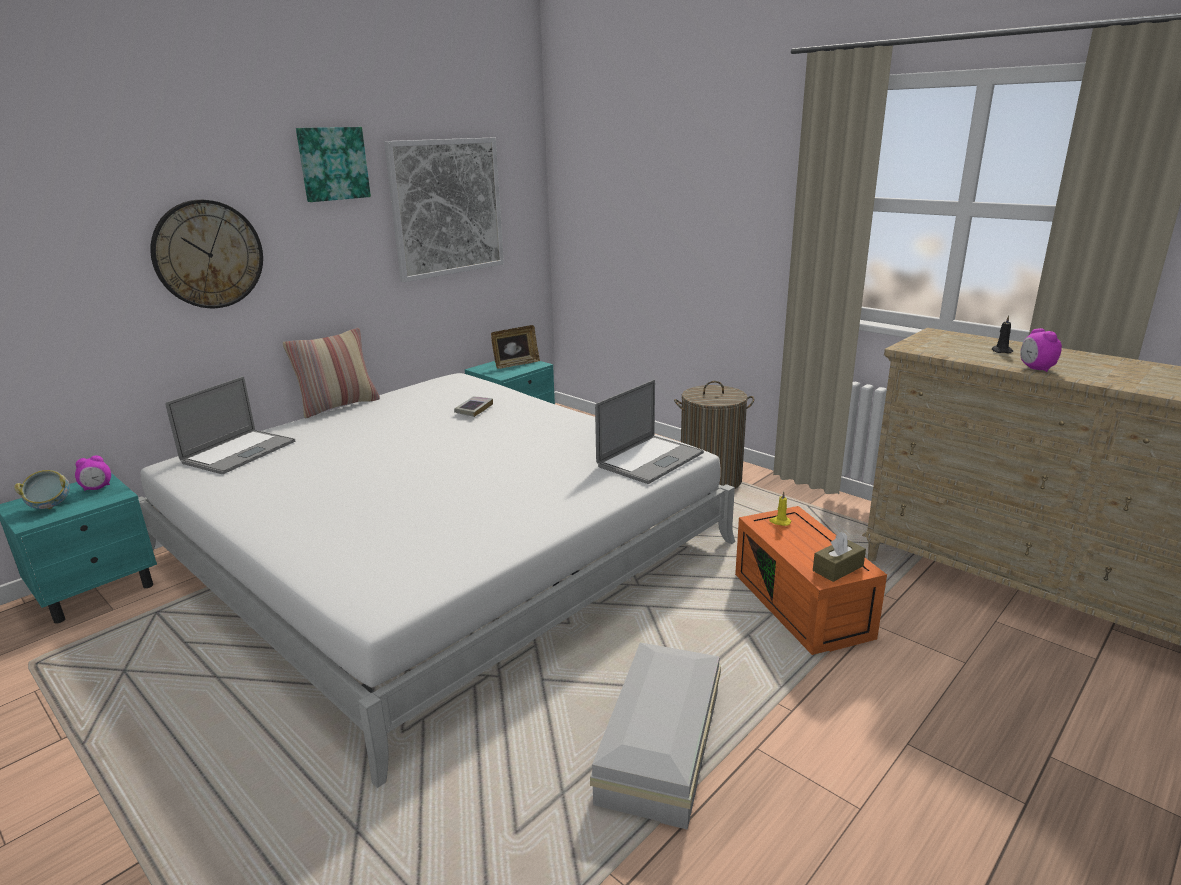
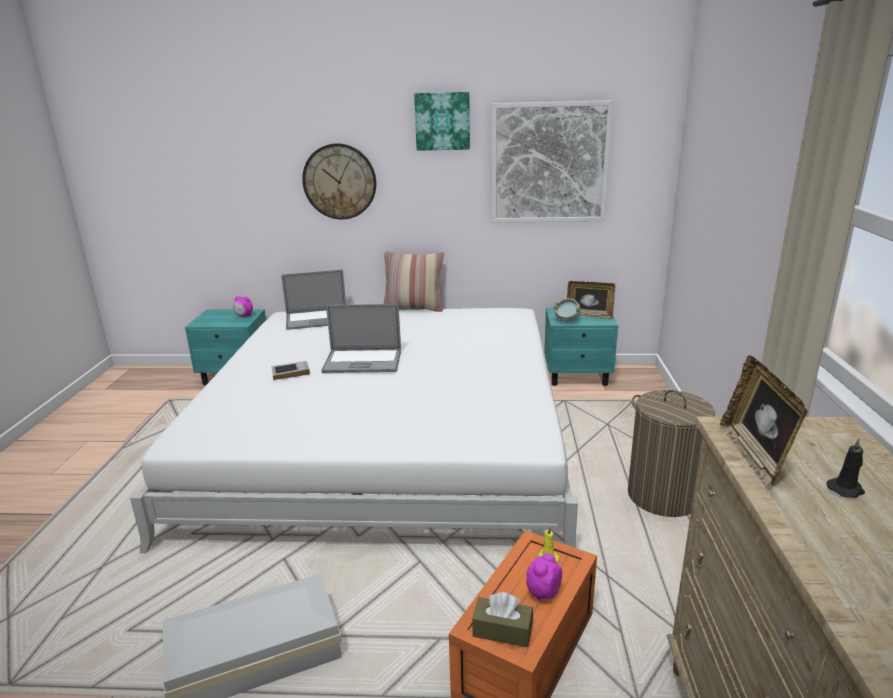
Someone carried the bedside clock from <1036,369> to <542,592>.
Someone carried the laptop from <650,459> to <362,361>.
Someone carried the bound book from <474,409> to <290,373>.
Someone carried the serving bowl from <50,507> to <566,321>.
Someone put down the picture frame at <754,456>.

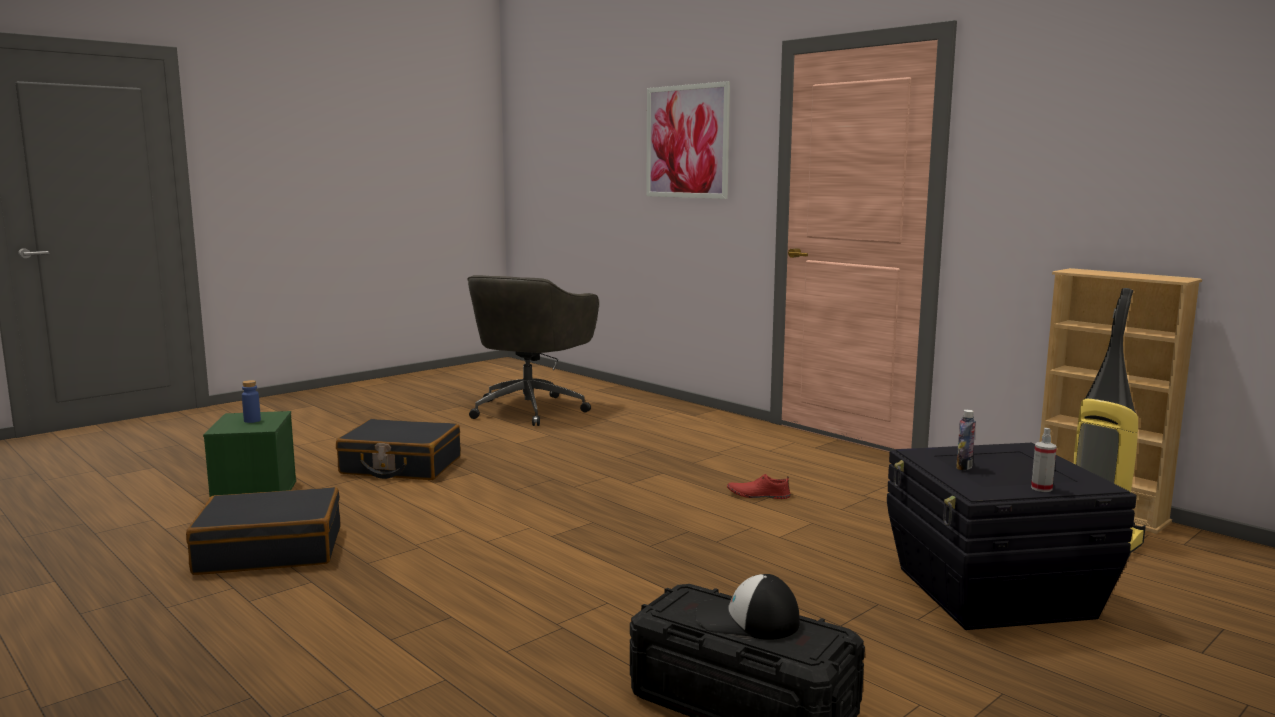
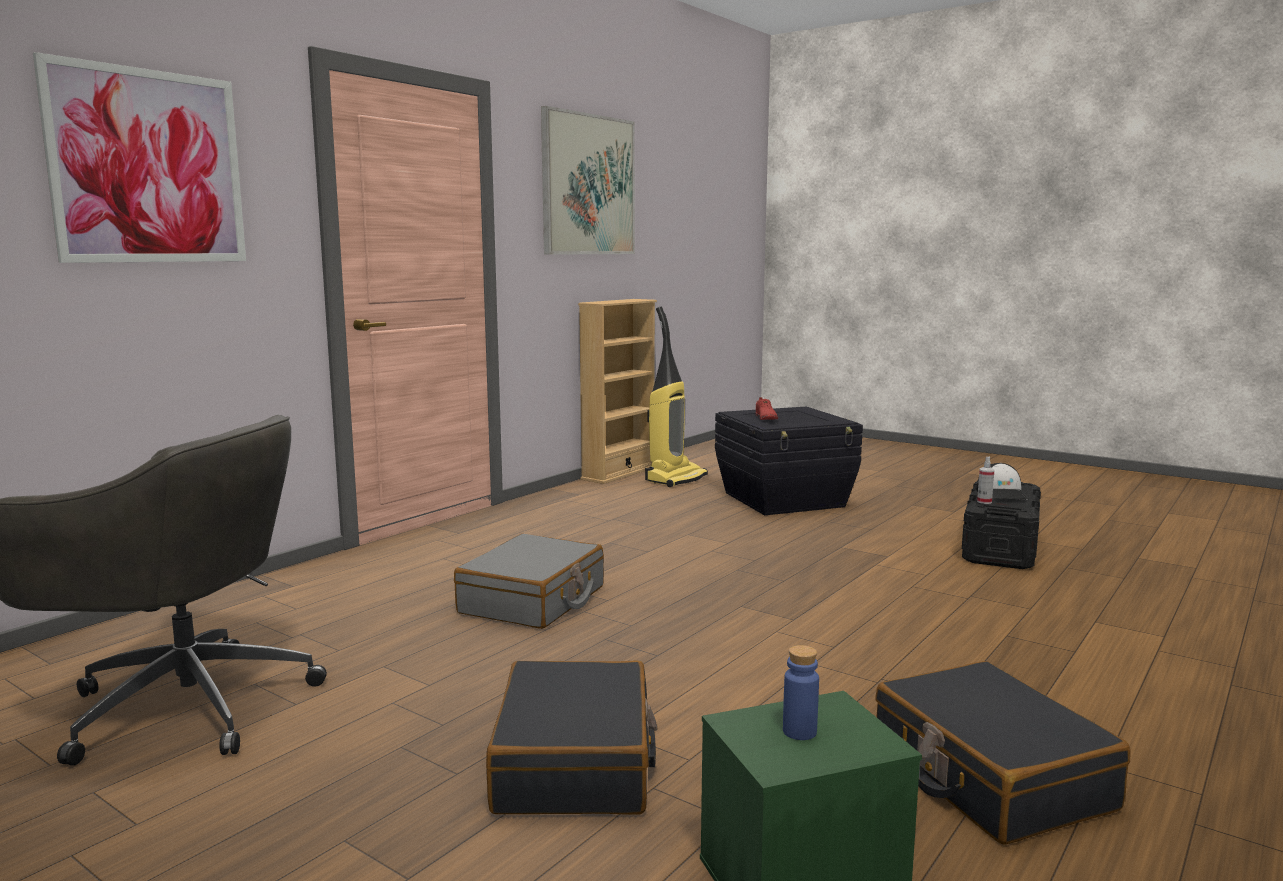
Someone took away the bottle at <964,467>.
Someone carried the spray bottle from <1041,488> to <984,502>.
Someone carried the shoe (red) from <758,495> to <765,418>.
Someone put up the picture at <588,185>.
Someone put down the travel case (greyish) at <533,600>.

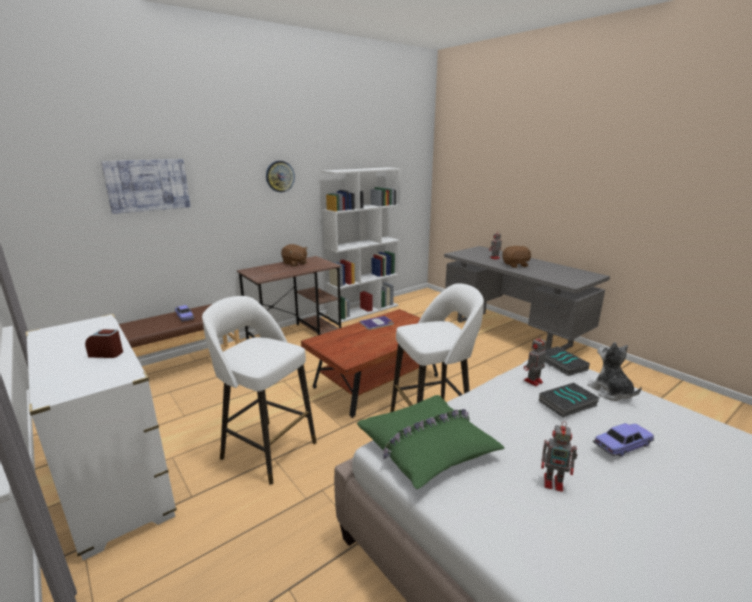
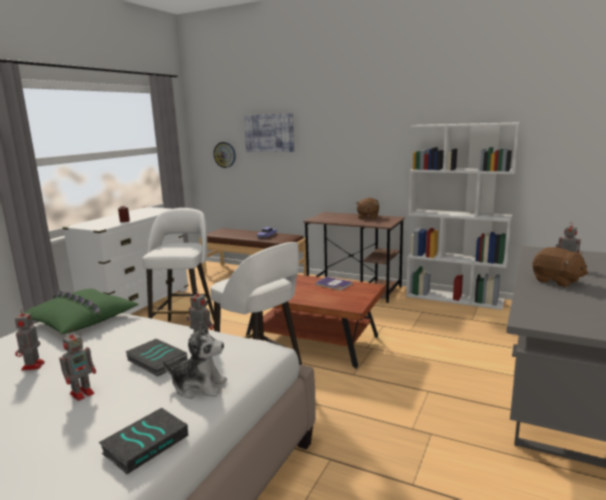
Someone carried the wall clock from <280,176> to <225,154>.
Someone rotated the soft toy at <610,392> by 60 degrees clockwise.
Someone carried the bound book from <561,364> to <146,443>.
Someone swapped the toy car at <622,445> for the toy robot at <83,393>.

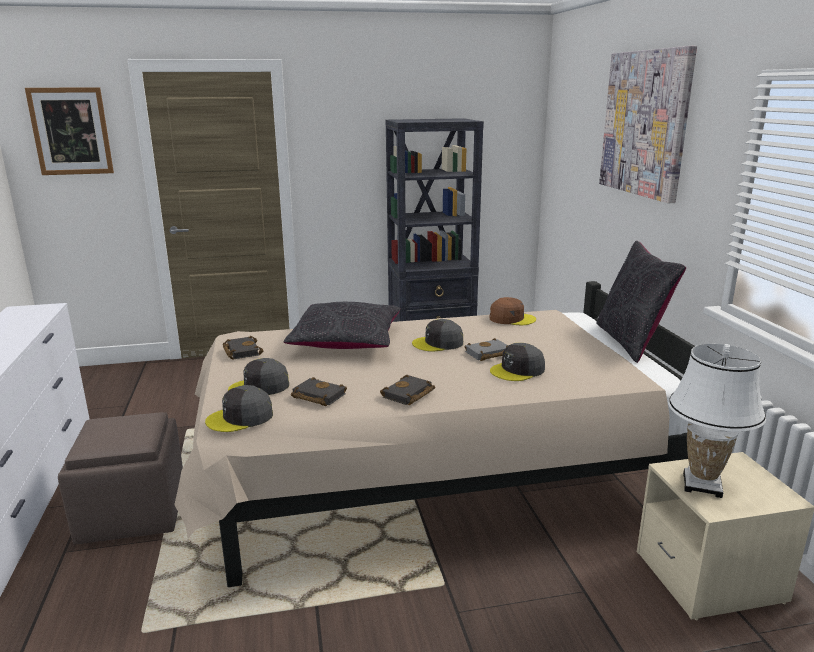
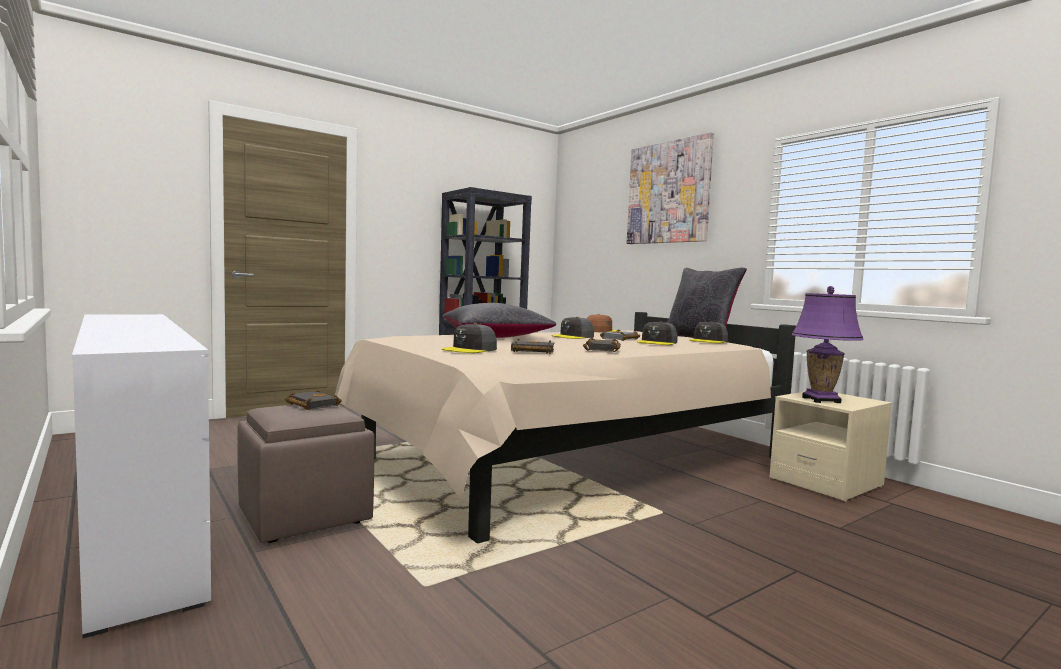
Someone took away the picture at <71,131>.
Someone carried the bound book (blackish) from <241,351> to <310,404>.
Someone repainted the lamp for a table (white) at <702,485>, which became the lamp for a table (purple) at <820,400>.
Someone carried the peaked cap (greyish) from <240,417> to <708,341>.

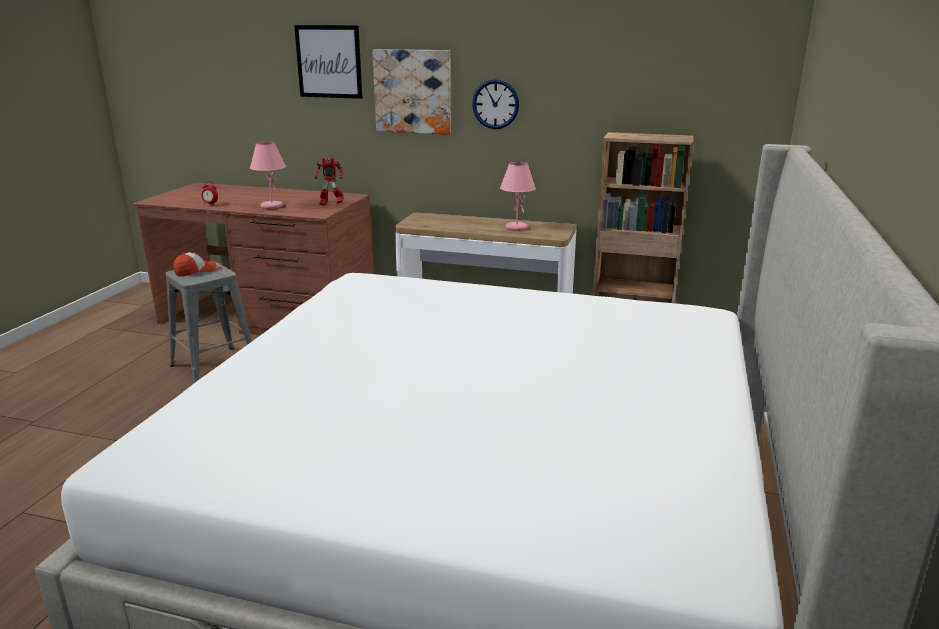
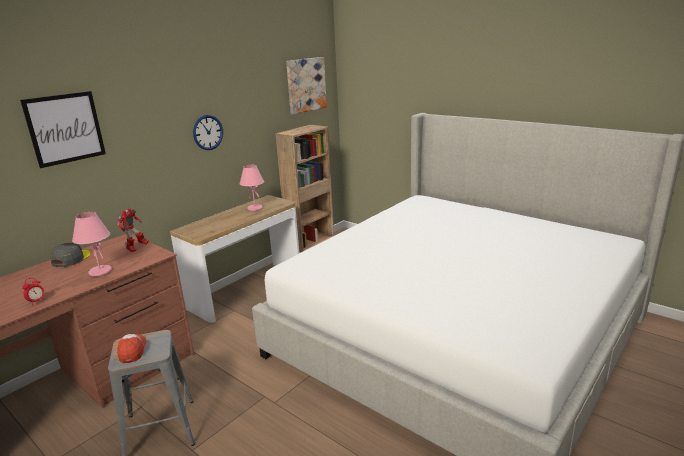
Someone carried the picture from <413,91> to <306,85>.
Someone put down the peaked cap (greyish) at <71,259>.

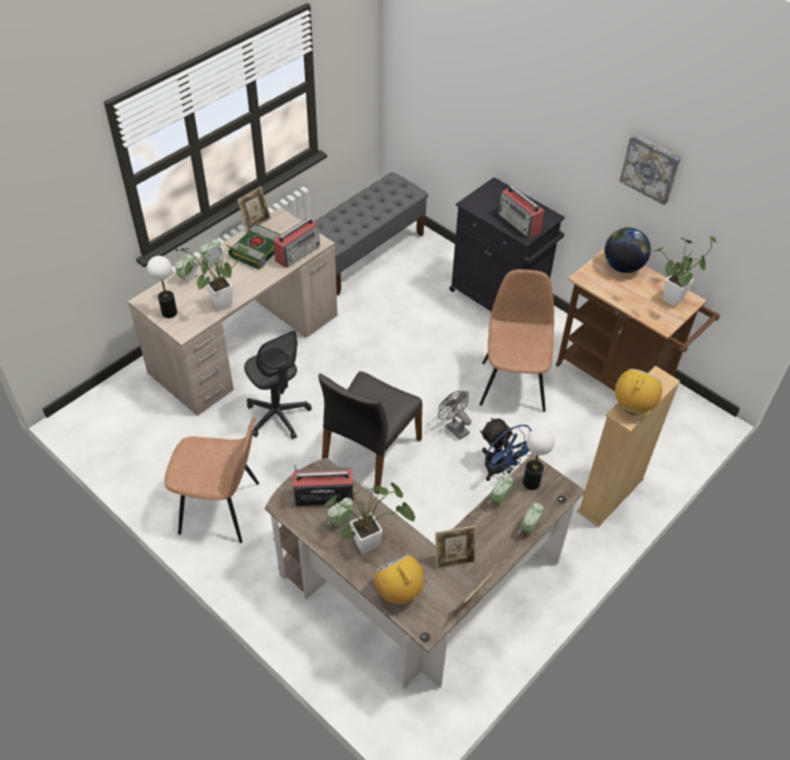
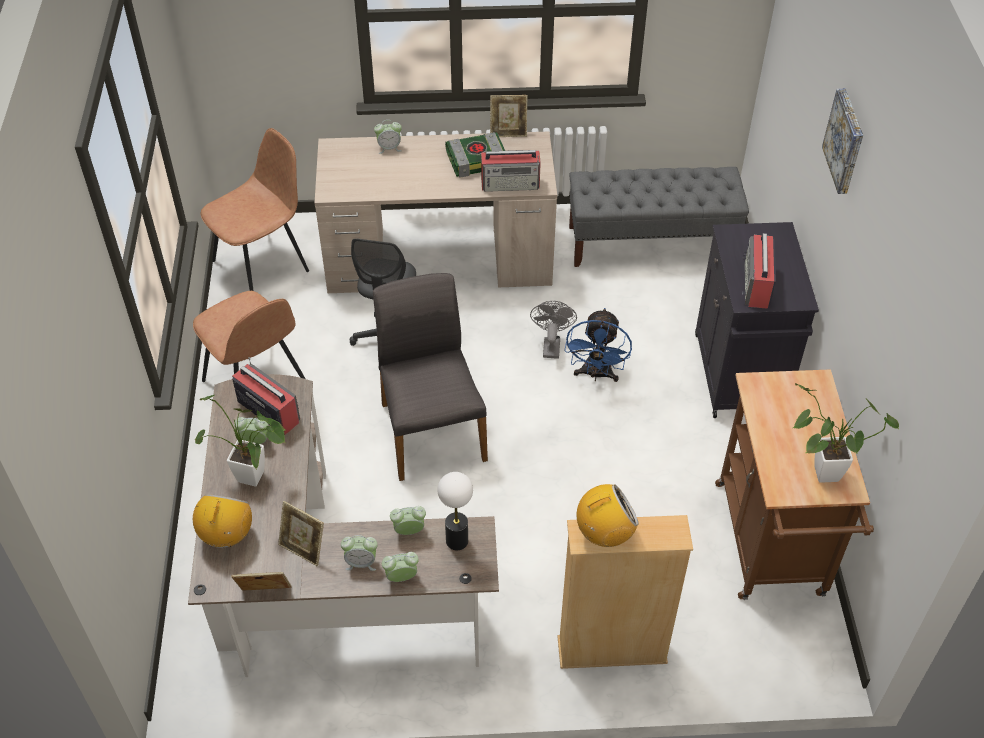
Someone carried the picture from <651,168> to <846,141>.
Someone took away the desk globe at <622,266>.
Someone carried the bedside clock from <213,262> to <361,562>.
Someone took away the plant in a pot at <218,306>.
Someone took away the lamp for a table at <169,312>.
Someone carried the chair (brown) from <513,384> to <263,265>.
Someone rotated the chair (greyish) at <369,452> by 90 degrees clockwise.
Someone carried the cooling fan (greyish) from <454,427> to <551,345>.
Someone carried the cooling fan (bluish) from <500,469> to <596,374>.

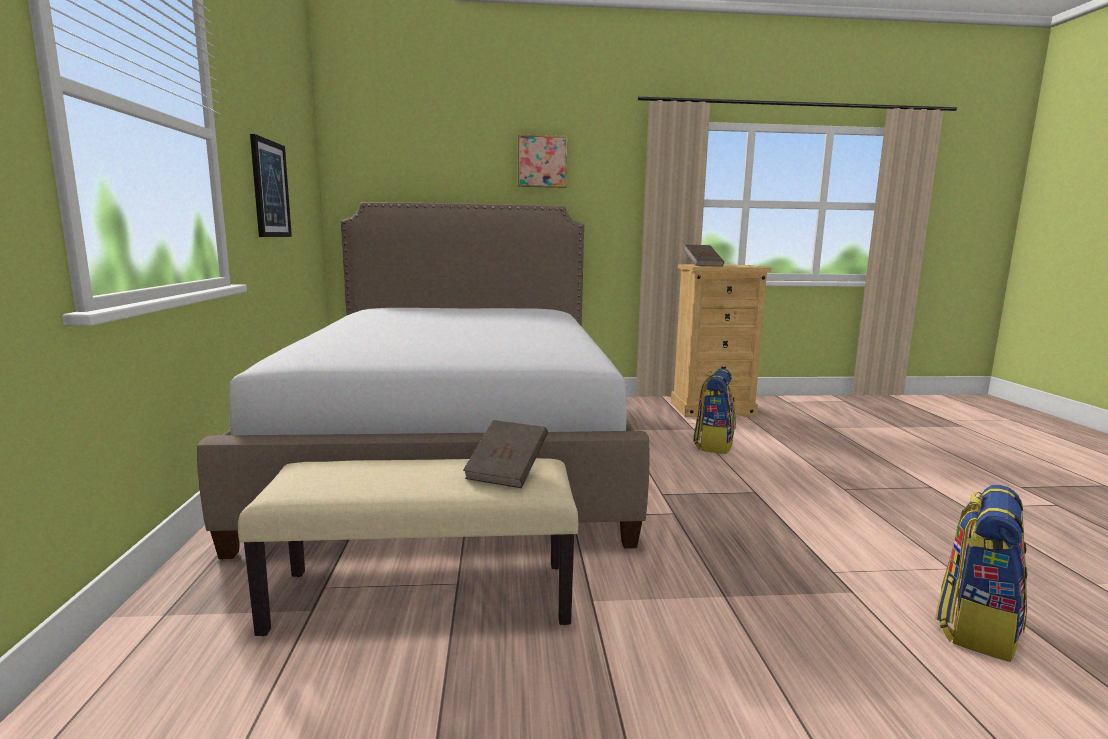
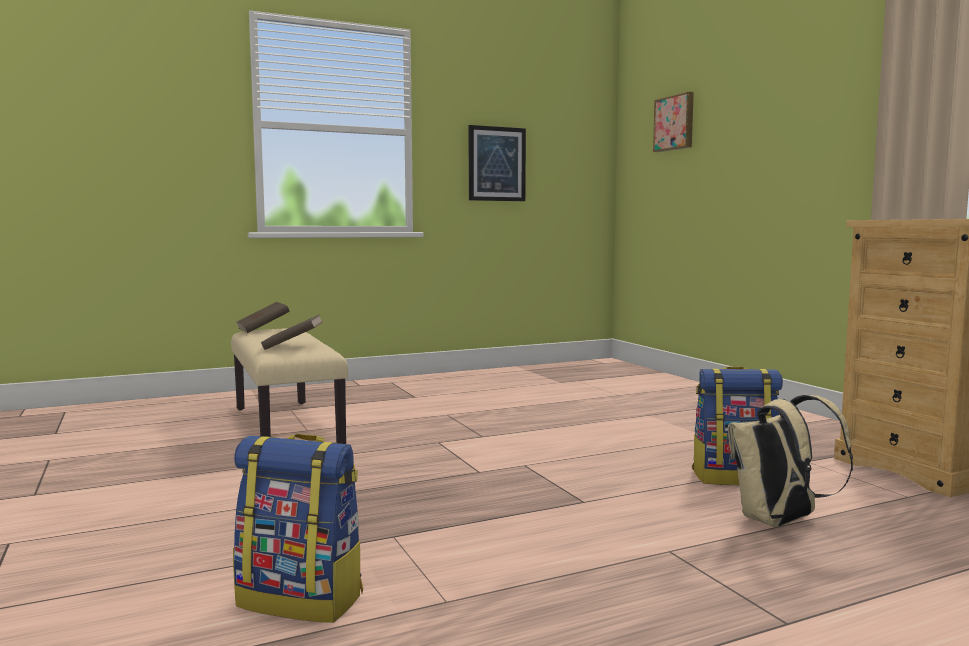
Someone carried the picture from <542,161> to <675,123>.
Someone took away the sleeping bed at <456,452>.
Someone carried the bound book (brown) from <703,265> to <263,329>.
Someone put down the rucksack (beige) at <779,522>.

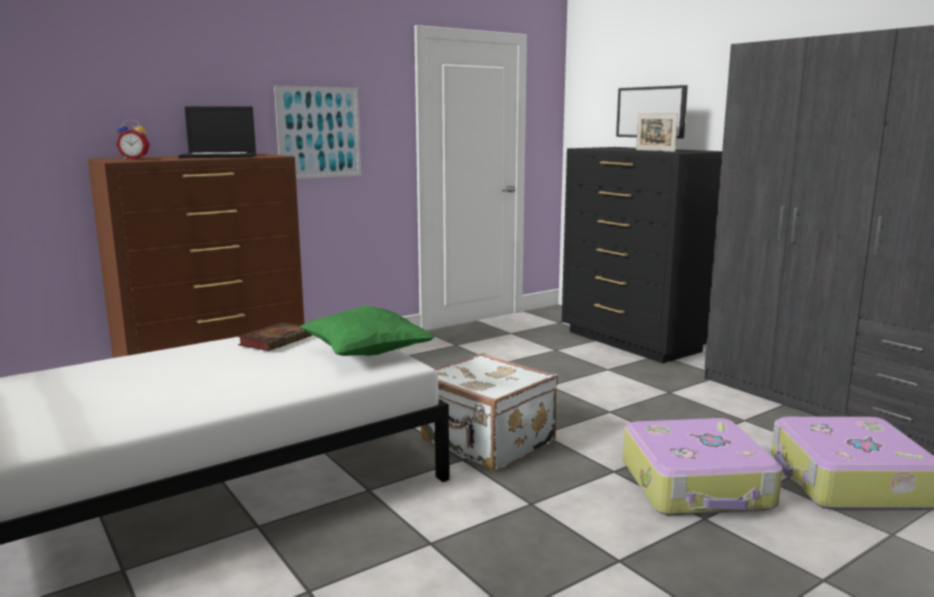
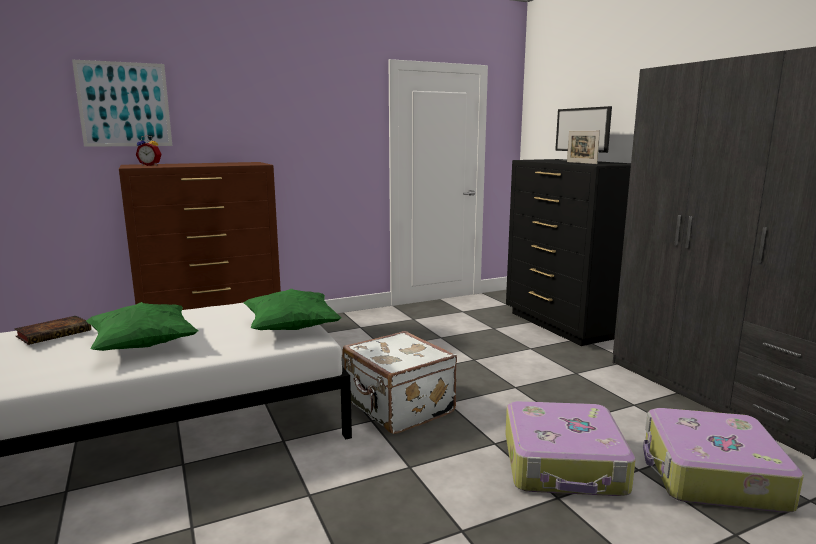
Someone carried the picture from <319,132> to <124,104>.
Someone took away the laptop at <220,156>.
Someone carried the bound book from <276,340> to <55,333>.
Someone put down the cushion (greenish) at <143,346>.

